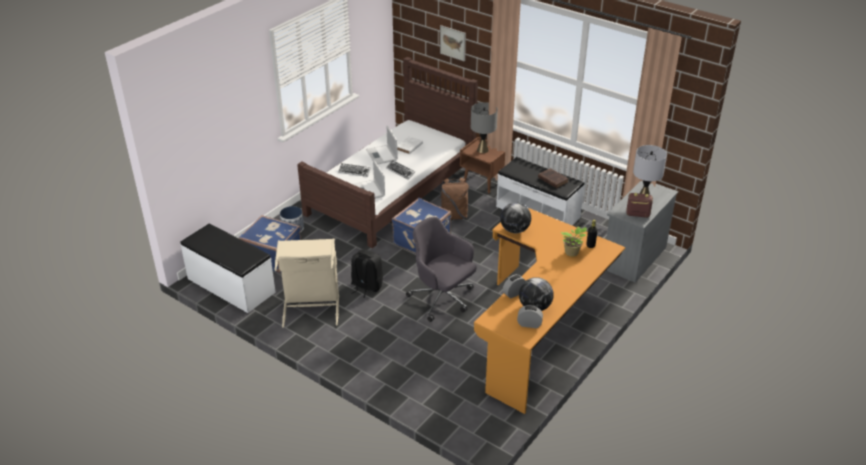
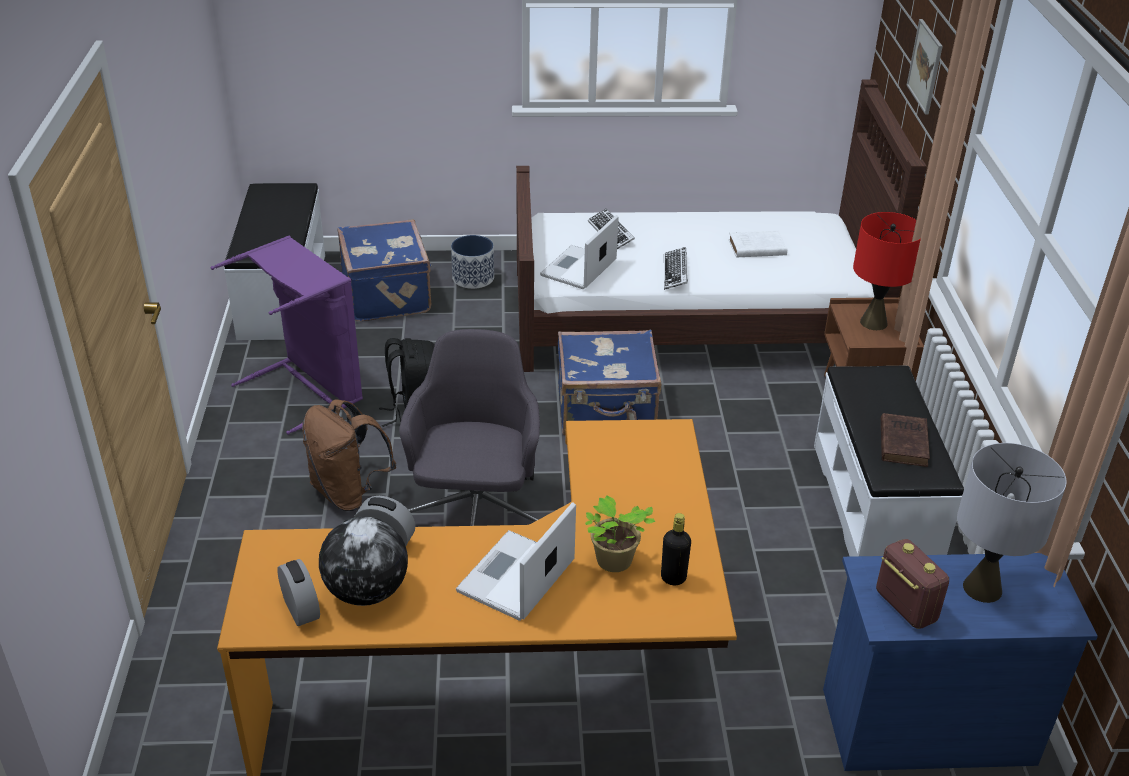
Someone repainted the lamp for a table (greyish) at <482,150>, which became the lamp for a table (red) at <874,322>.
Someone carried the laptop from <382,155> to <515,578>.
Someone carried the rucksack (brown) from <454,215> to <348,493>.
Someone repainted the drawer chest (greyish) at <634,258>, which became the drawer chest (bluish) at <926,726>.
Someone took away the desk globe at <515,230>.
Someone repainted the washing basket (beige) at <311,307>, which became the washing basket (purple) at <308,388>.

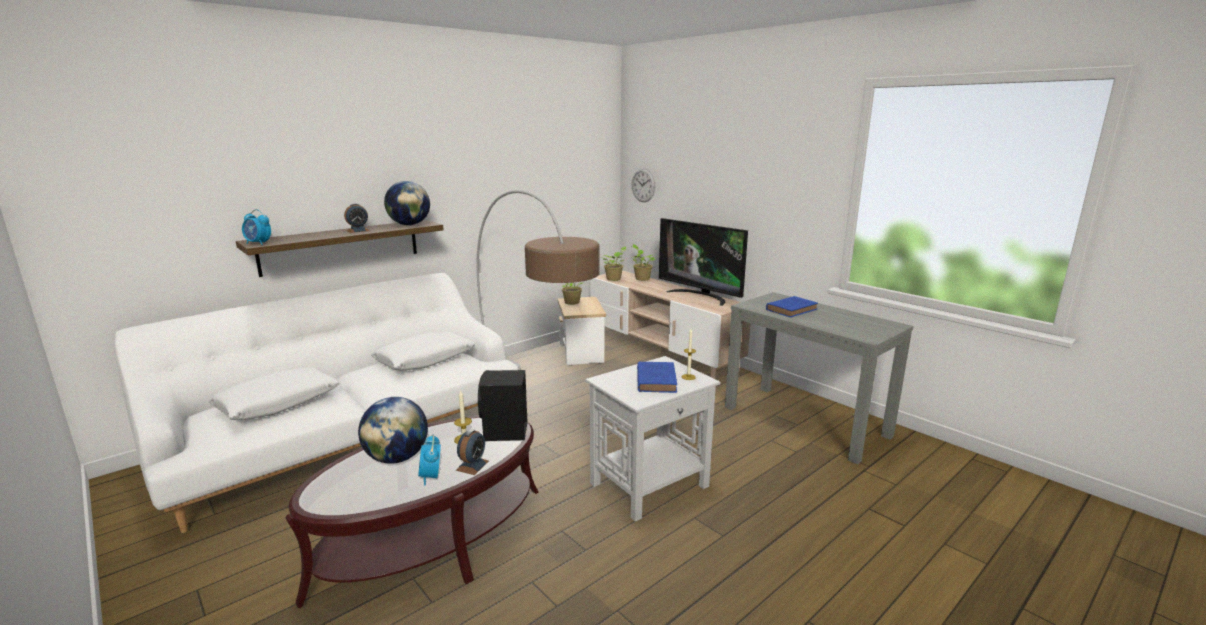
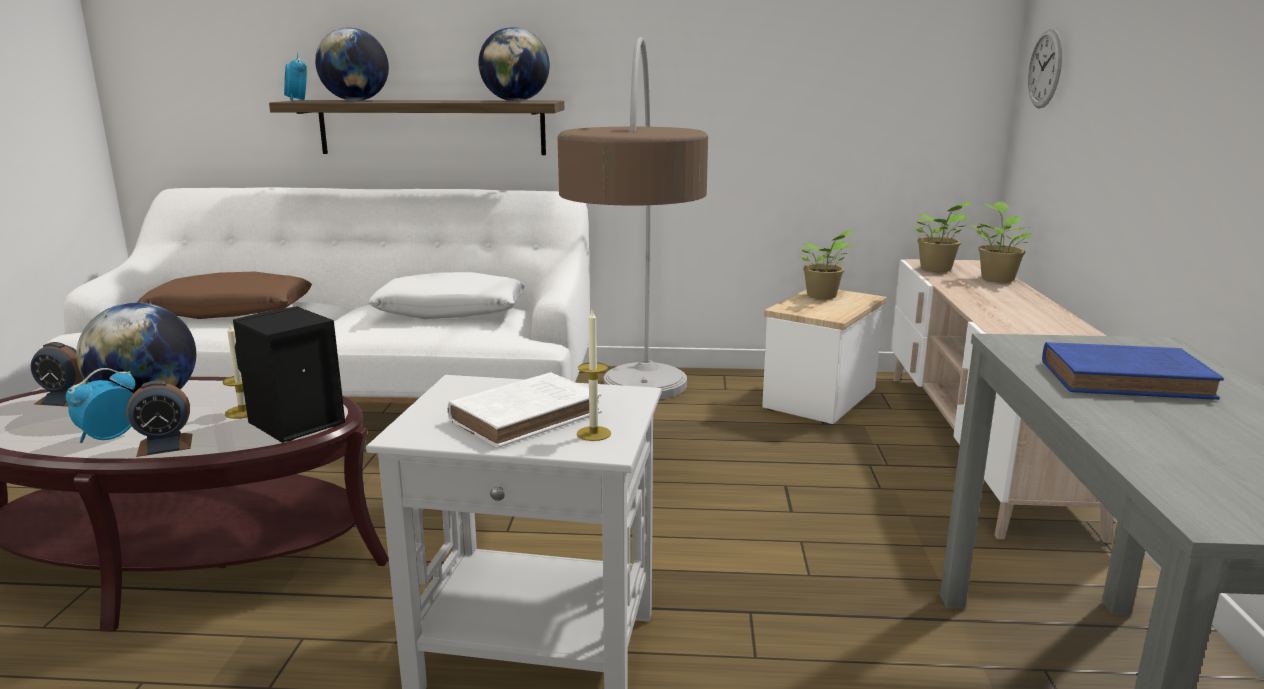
Someone carried the bedside clock from <358,230> to <65,399>.
Someone took away the television at <700,296>.
Someone repainted the bound book (bluish) at <656,380>, which became the bound book (white) at <529,416>.
Someone repainted the cushion (white) at <278,403>, which became the cushion (brown) at <231,311>.
Someone put down the desk globe at <355,101>.

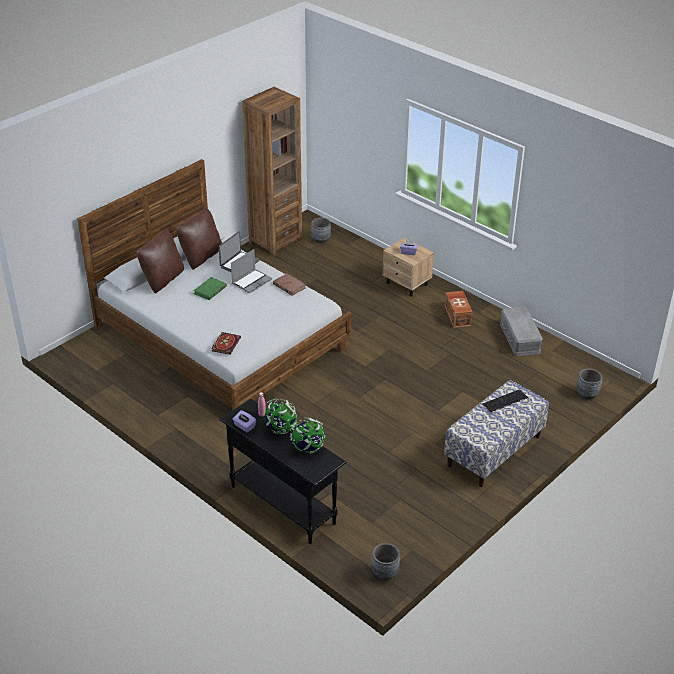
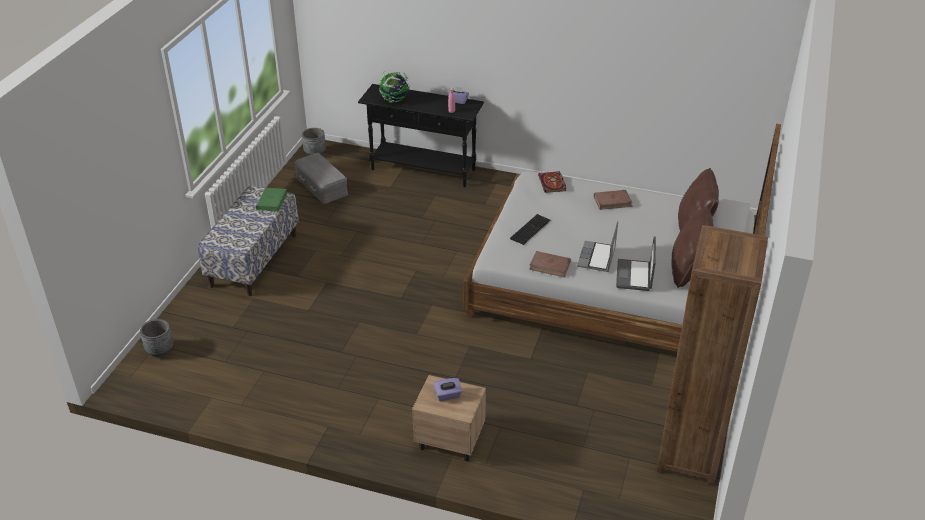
Someone took away the planter (greyish) at <320,239>.
Someone carried the bound book (greenish) from <210,290> to <272,201>.
Someone took away the storage box (brown) at <458,315>.
Someone carried the storage box (greyish) from <520,338> to <321,186>.
Someone carried the PC keyboard from <505,401> to <530,229>.
Someone took away the desk globe at <280,429>.
Someone put down the bound book (brown) at <612,201>.

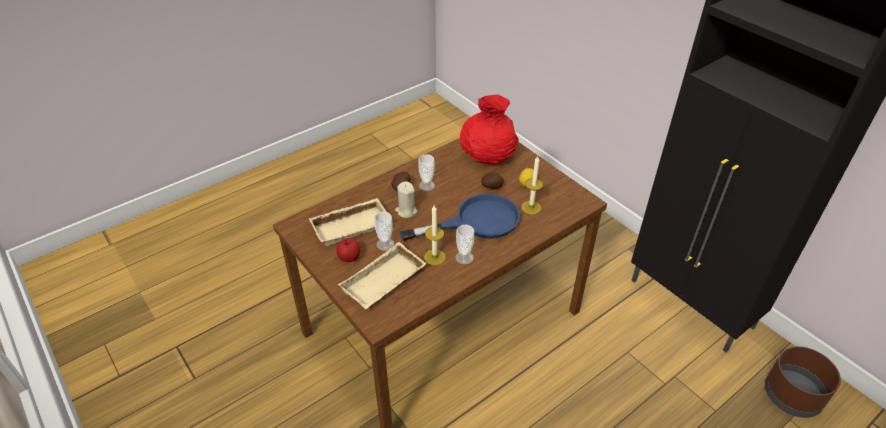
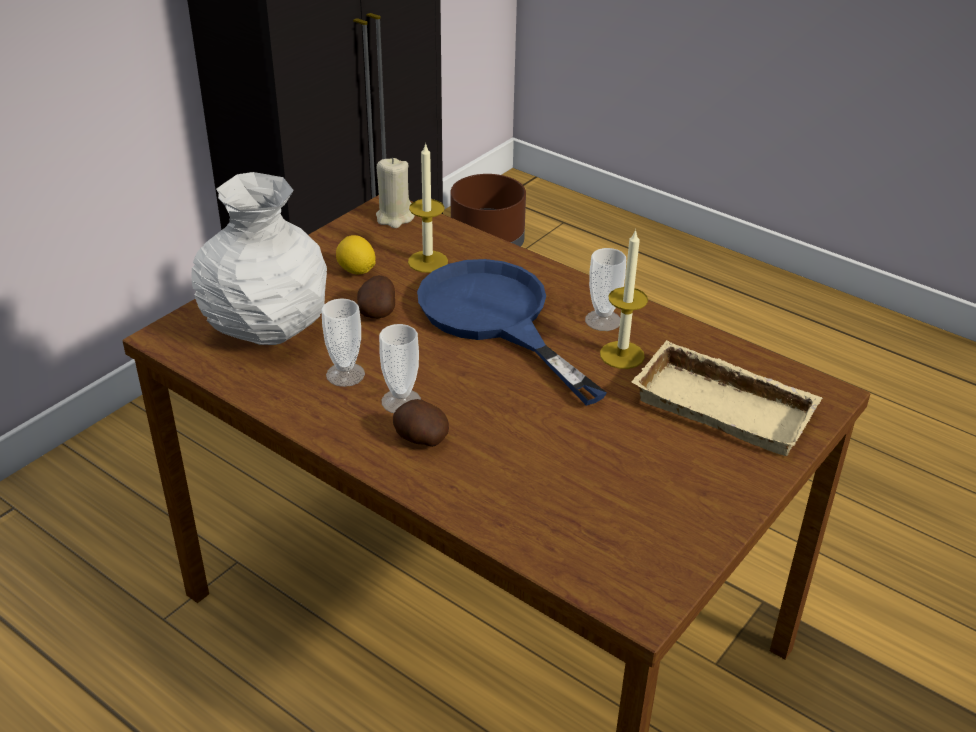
Someone repainted the vase (red) at <487,157>, which became the vase (white) at <269,329>.
Someone carried the wax light (beige) from <406,211> to <395,217>.
Someone took away the tray (beige) at <351,225>.
Someone carried the cup from <385,244> to <345,374>.
Someone took away the apple at <349,257>.

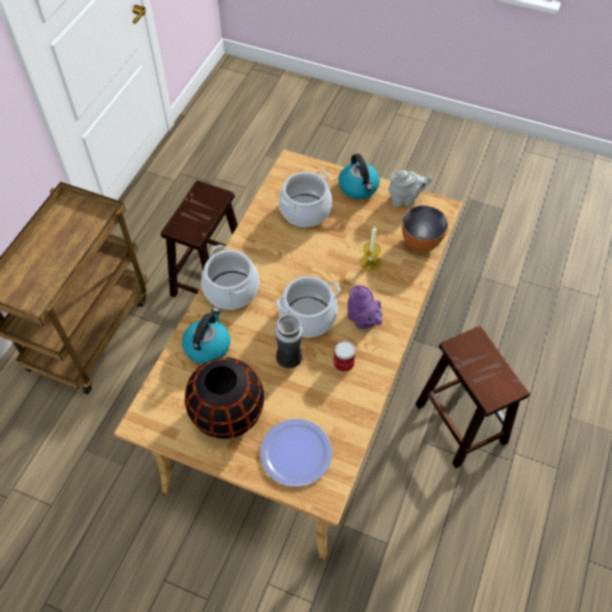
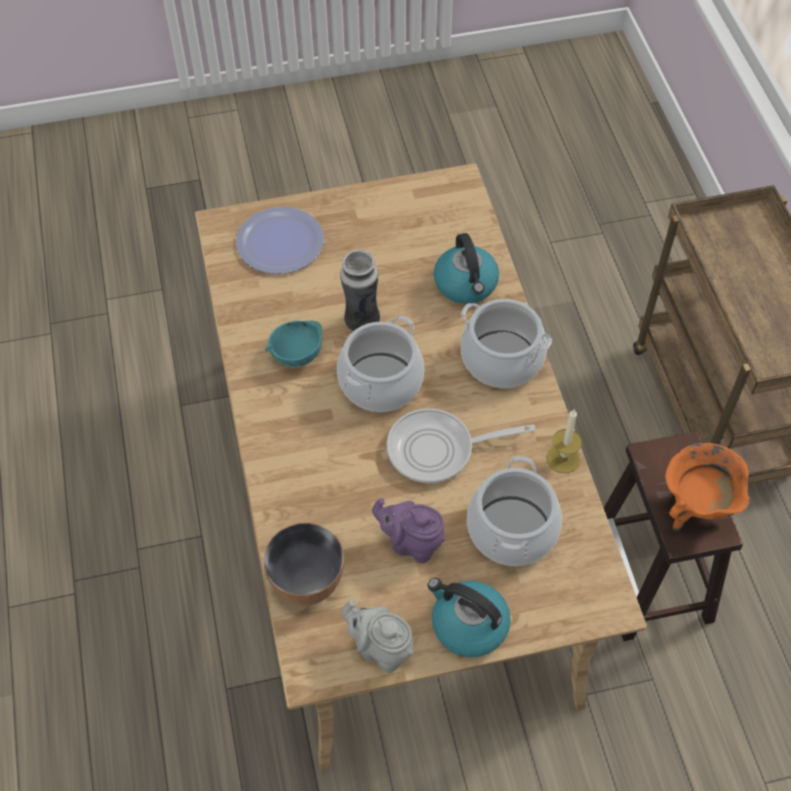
Someone rotated the teapot (greyish) at <405,199> by 75 degrees clockwise.
Someone carried the wax light from <370,262> to <563,458>.
Someone carried the teapot (purple) from <363,320> to <411,543>.
Someone took away the sitting stool (brown) at <459,422>.
Someone swapped the can at <343,363> for the serving bowl (turquoise-coloured) at <296,354>.
Someone took away the vase (blackish) at <228,413>.
Someone put down the pan at <438,450>.
Someone put down the cooking pot (orange) at <696,507>.

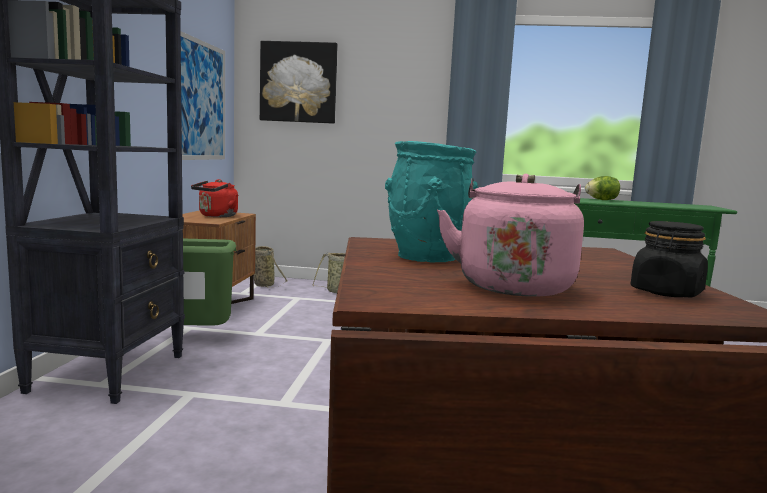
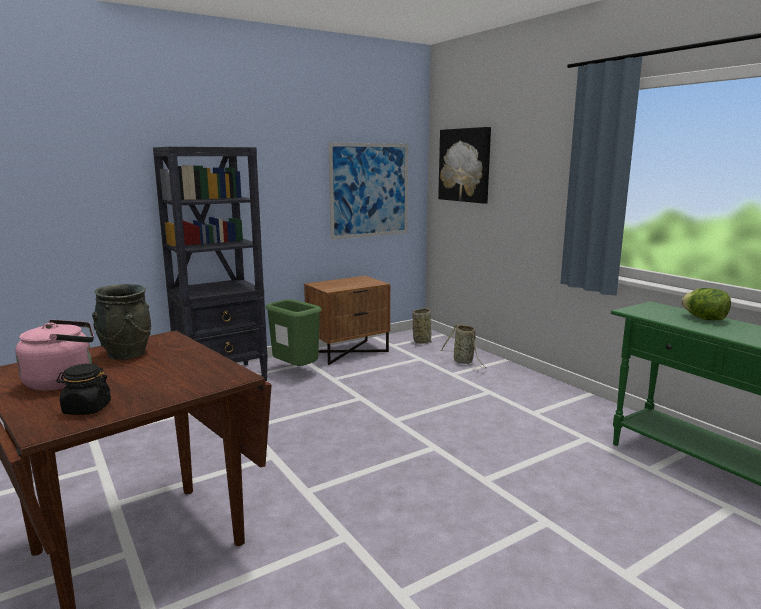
Someone repainted the vase (turquoise-coloured) at <426,257>, which became the vase (greyish) at <126,354>.
Someone took away the water kettle (red) at <216,216>.

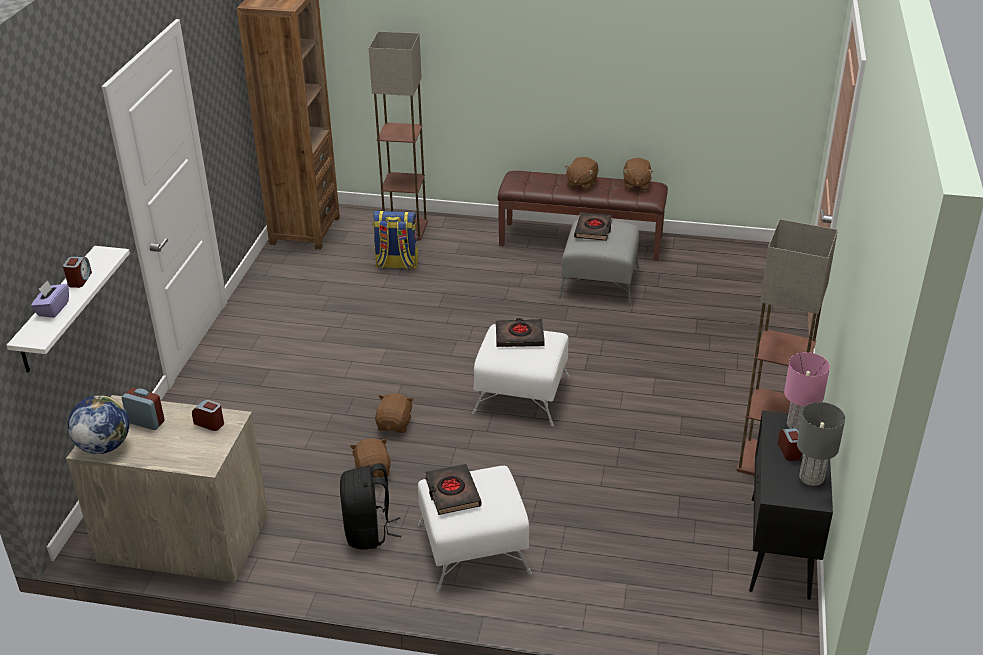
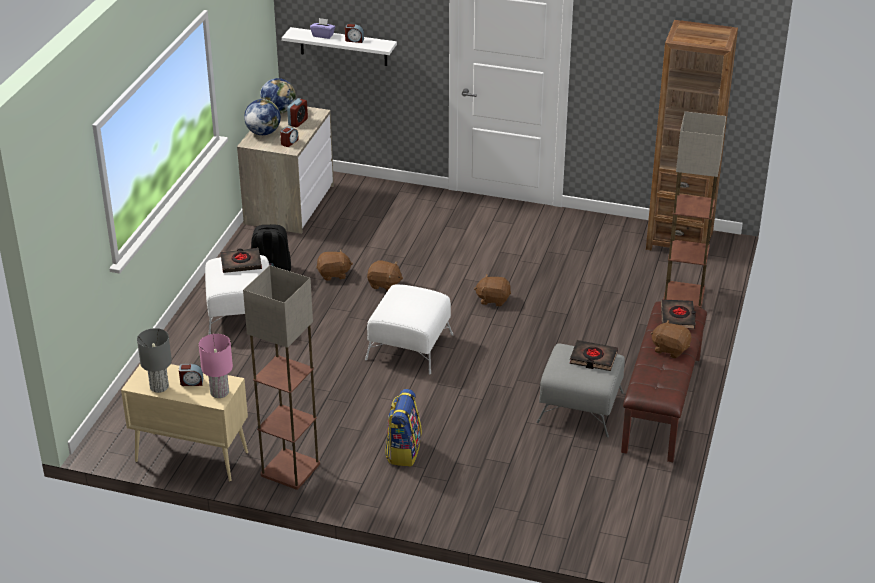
Someone carried the soft toy (brown) from <636,185> to <493,299>.
Someone carried the rucksack from <396,264> to <403,451>.
Someone carried the bound book (blackish) from <519,336> to <678,317>.
Someone repainted the cabinet (blackish) at <779,548>, which became the cabinet (beige) at <190,457>.
Someone put down the desk globe at <263,132>.

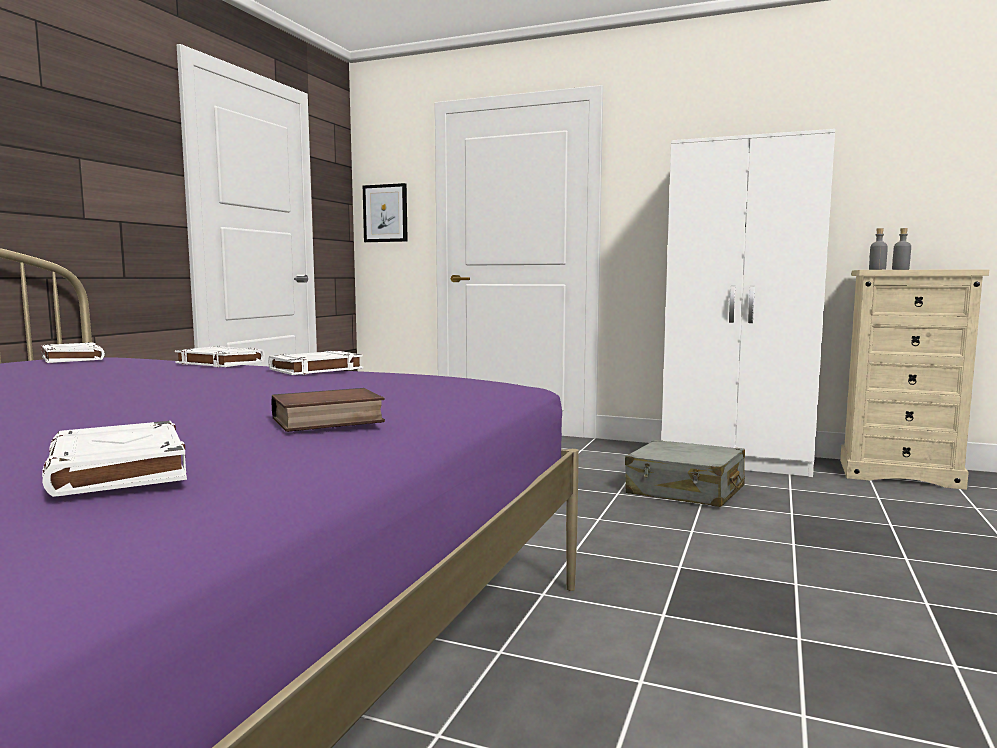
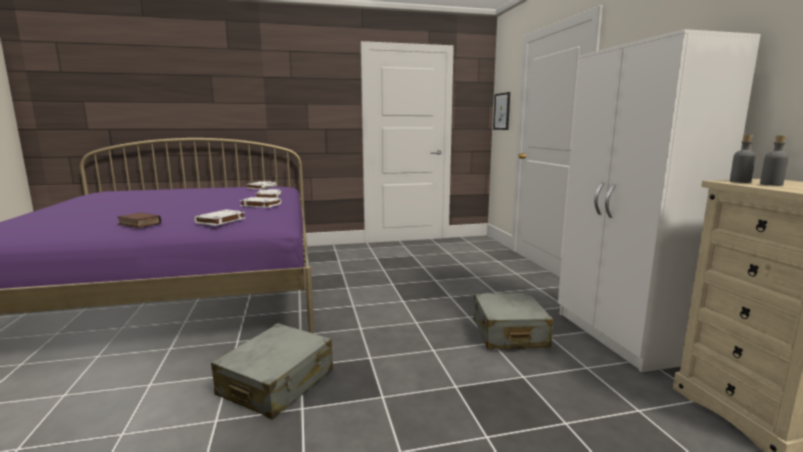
Someone carried the bound book (white) from <119,469> to <220,221>.
Someone put down the travel case (greyish) at <277,383>.

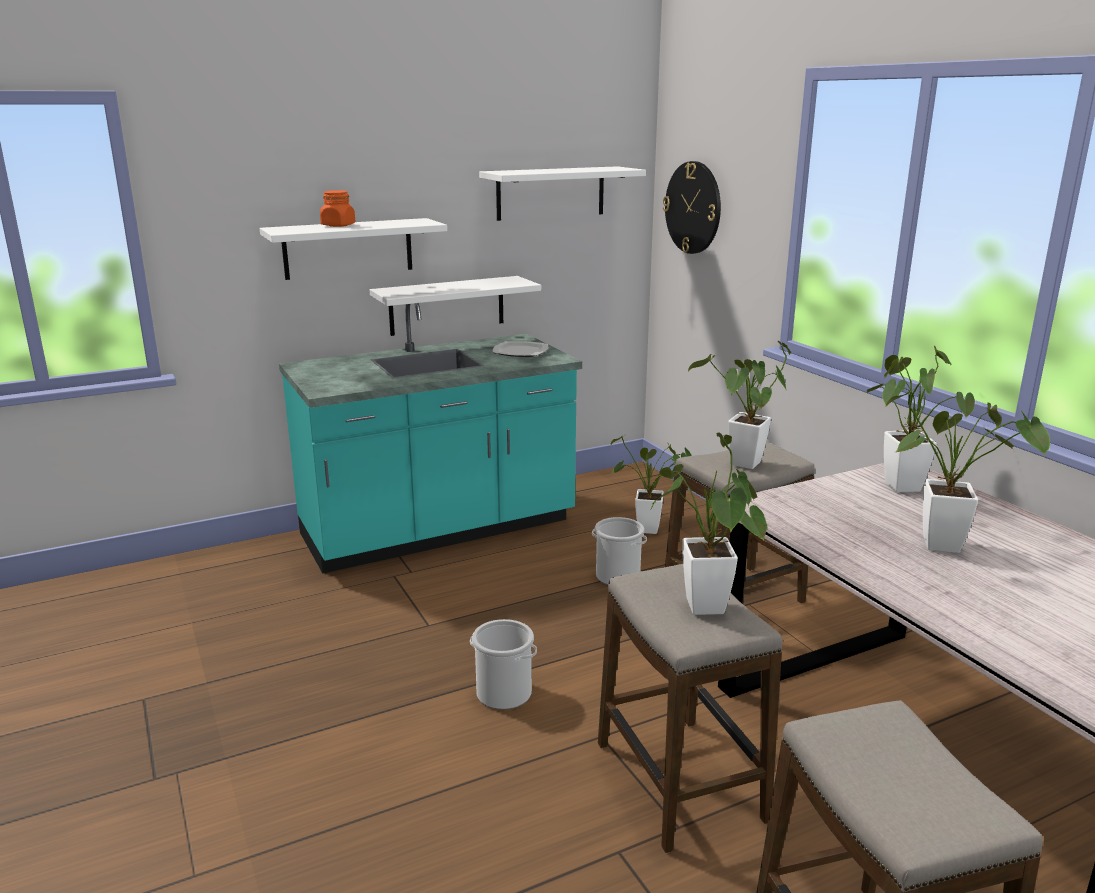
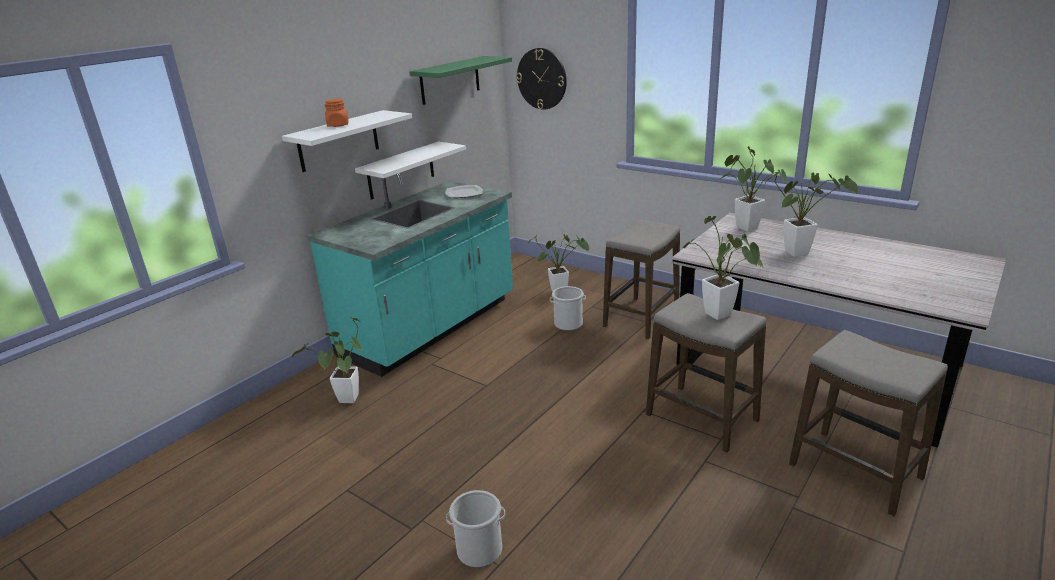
Someone repainted the shelf (white) at <550,193>, which became the shelf (greenish) at <450,80>.
Someone carried the plant in a pot from <742,466> to <347,402>.
Someone carried the water bucket from <503,694> to <479,550>.

